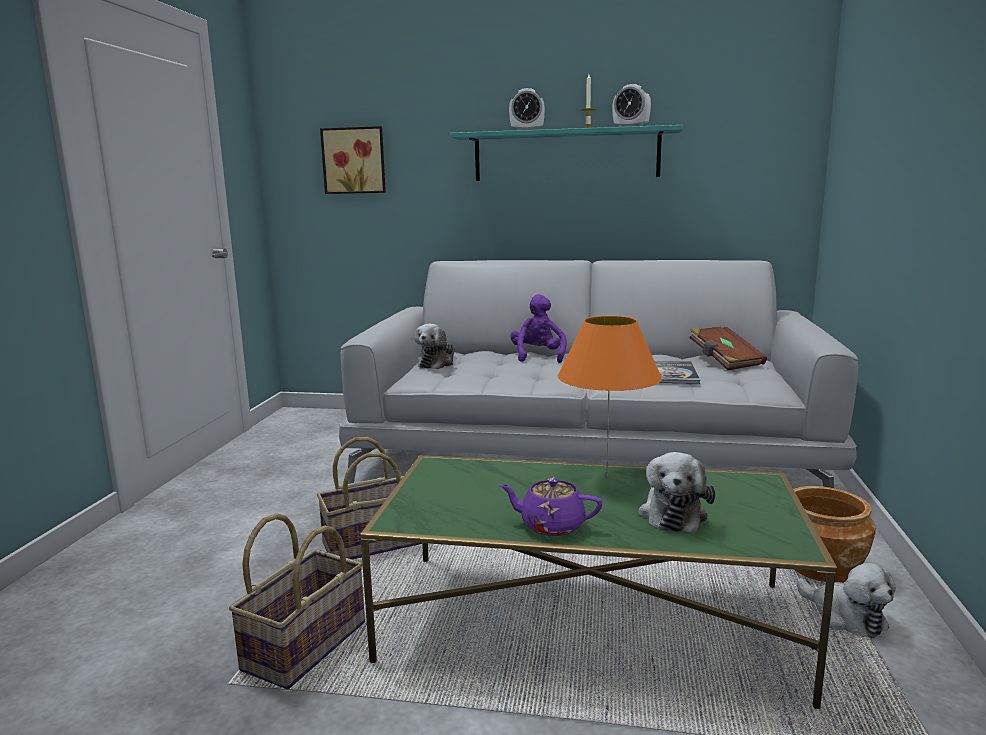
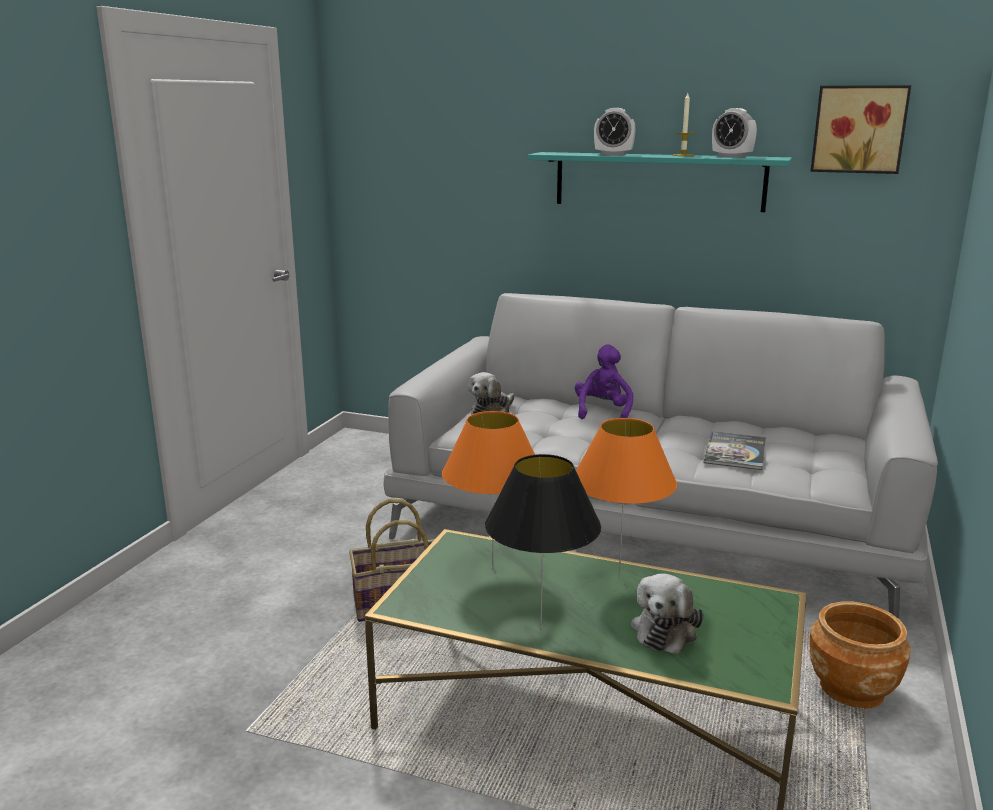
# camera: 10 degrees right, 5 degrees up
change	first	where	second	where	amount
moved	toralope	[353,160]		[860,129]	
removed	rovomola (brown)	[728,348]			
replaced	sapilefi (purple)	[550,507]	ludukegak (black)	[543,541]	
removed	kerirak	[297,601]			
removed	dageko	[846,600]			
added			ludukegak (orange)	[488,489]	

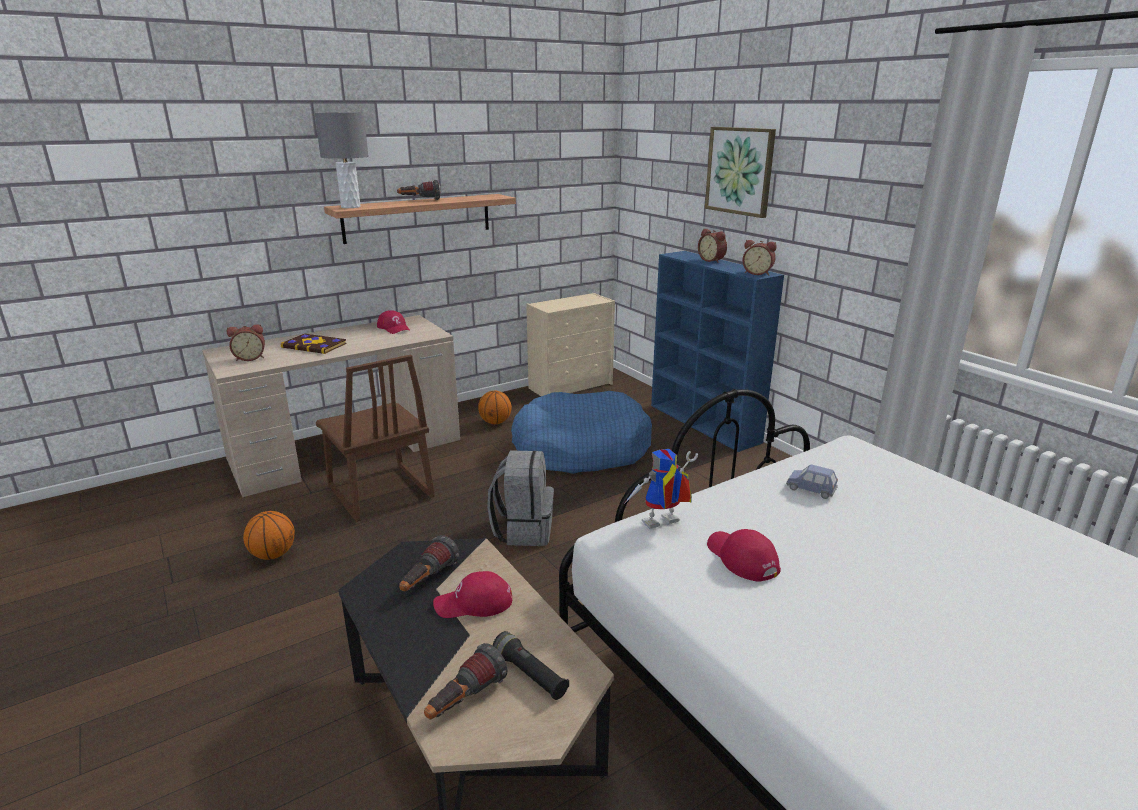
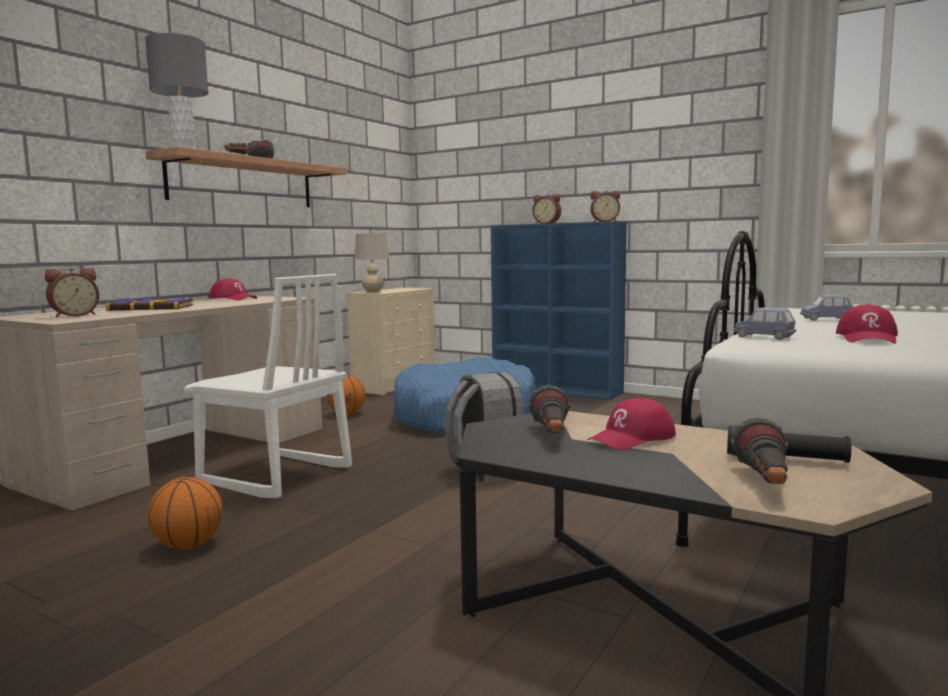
# camera: 25 degrees left, 15 degrees down
change	first	where	second	where	amount
removed	toralope	[740,172]			
recoloured	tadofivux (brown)	[375,438]	tadofivux (white)	[268,386]	
replaced	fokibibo	[660,489]	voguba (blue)	[765,323]	
turned	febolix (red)	[744,555]		[867,324]	105 degrees counterclockwise
added			ludukegak (beige)	[372,262]	

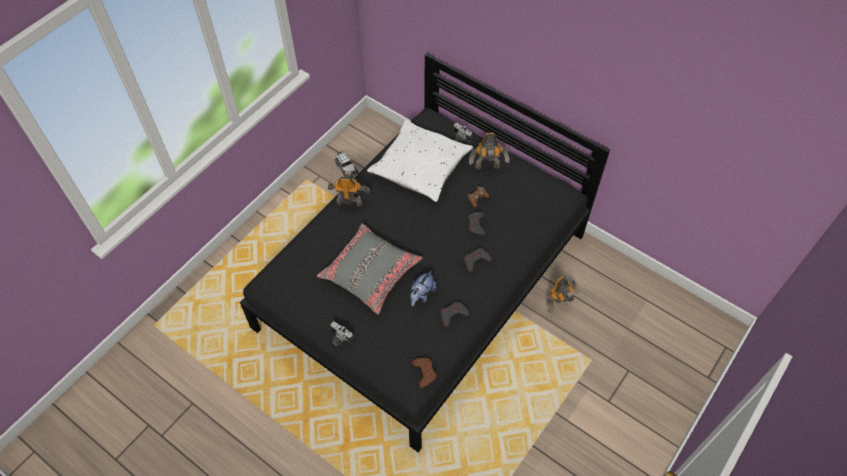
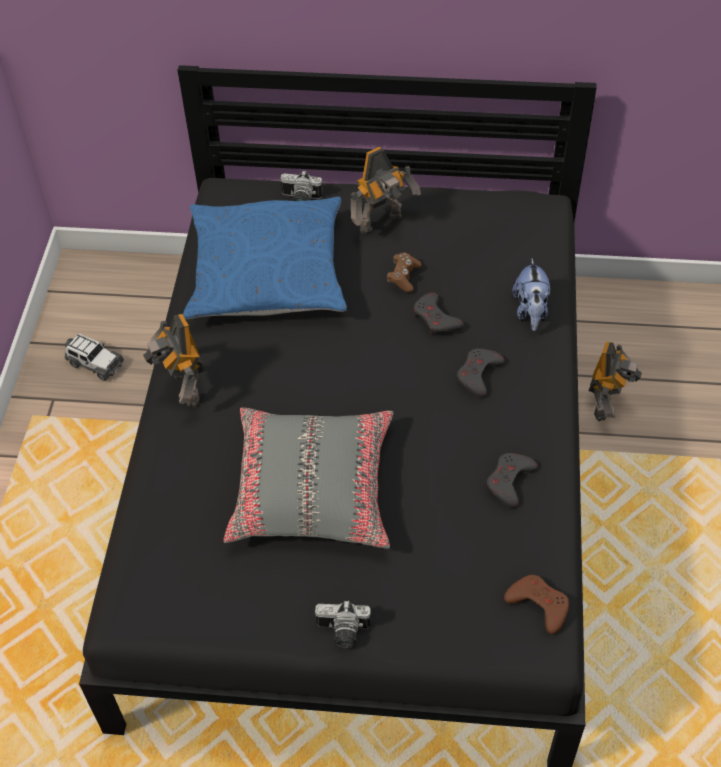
# camera: 30 degrees left, 5 degrees down
change	first	where	second	where	amount
recoloured	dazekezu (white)	[420,160]	dazekezu (blue)	[265,258]	
turned	fokibibo	[349,189]		[173,360]	90 degrees counterclockwise
moved	dageko	[423,289]		[531,295]	

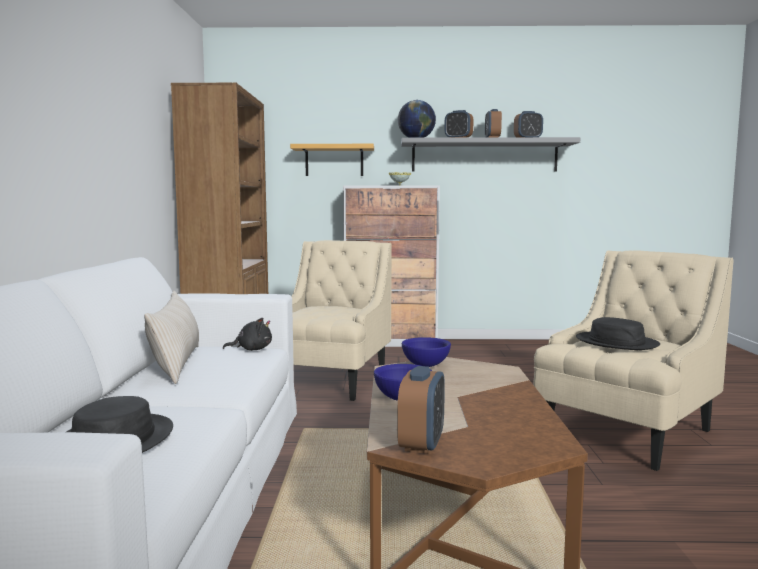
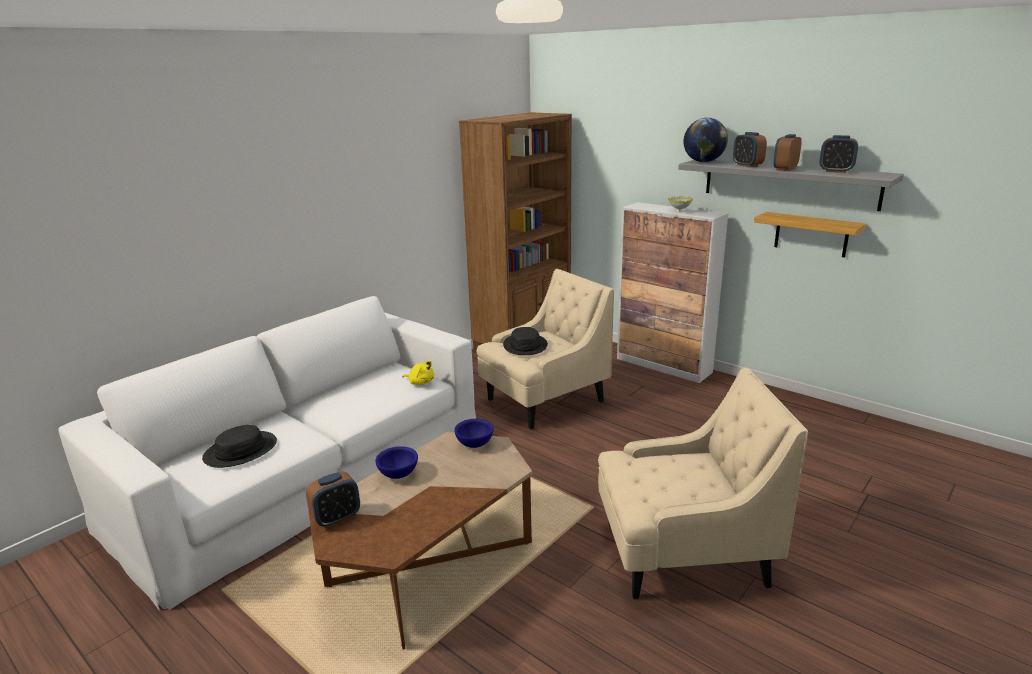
# camera: 40 degrees right, 15 degrees up
change	first	where	second	where	amount
moved	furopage	[332,160]		[810,234]	
removed	dazekezu (beige)	[171,337]			
moved	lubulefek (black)	[618,333]		[525,341]	
recoloured	dageko (black)	[247,334]	dageko (yellow)	[418,373]	

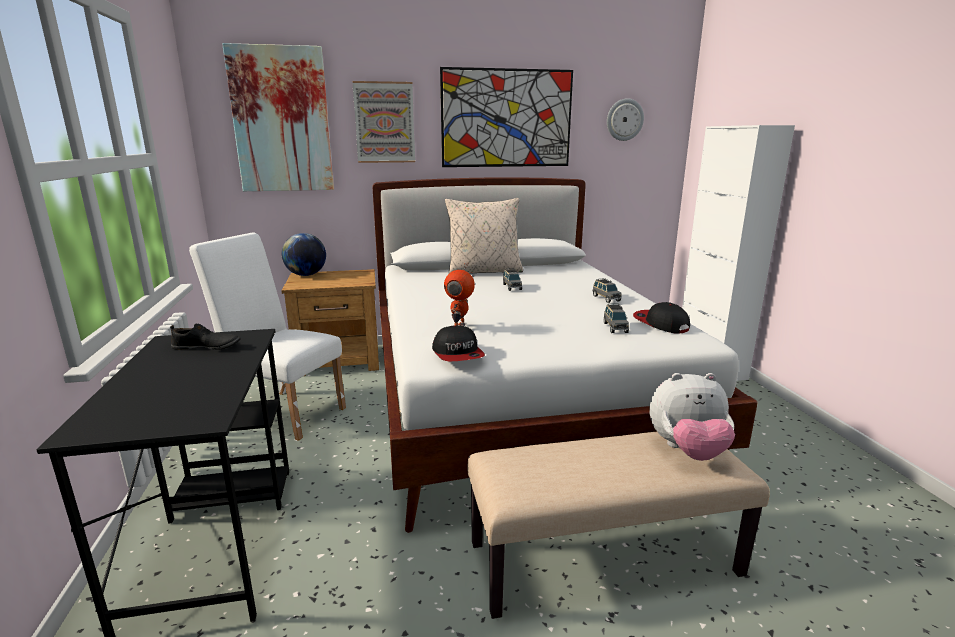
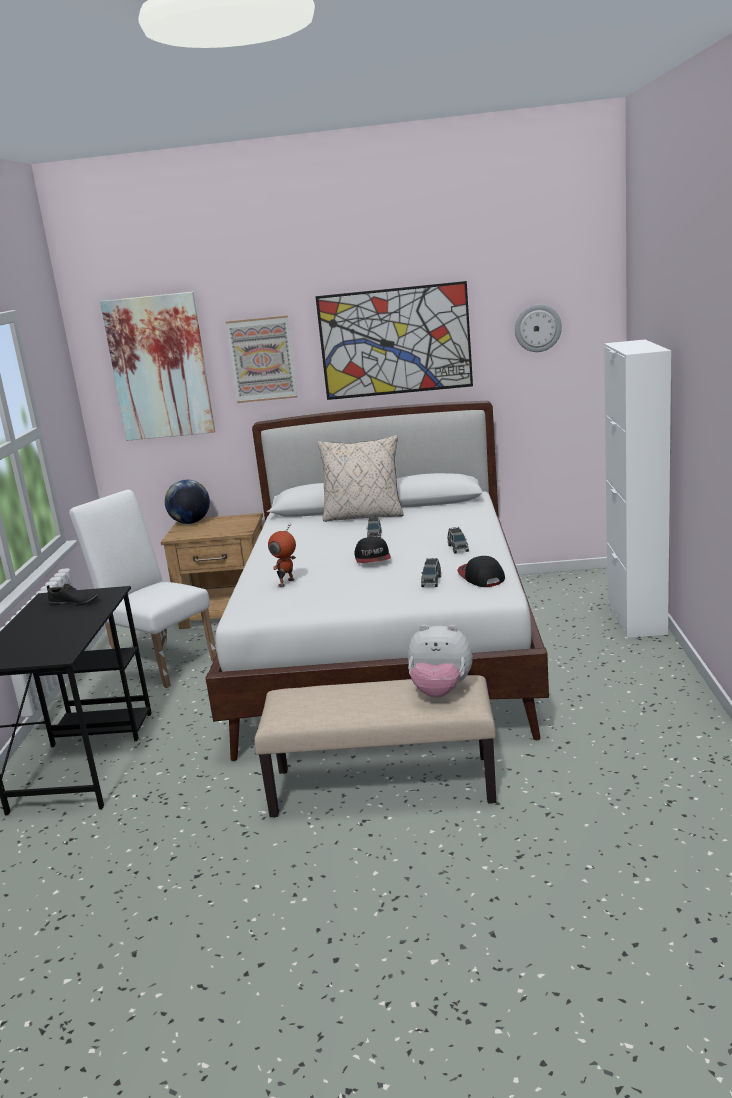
# camera: 15 degrees right, 0 degrees up
change	first	where	second	where	amount
moved	febolix	[458,343]		[372,550]	

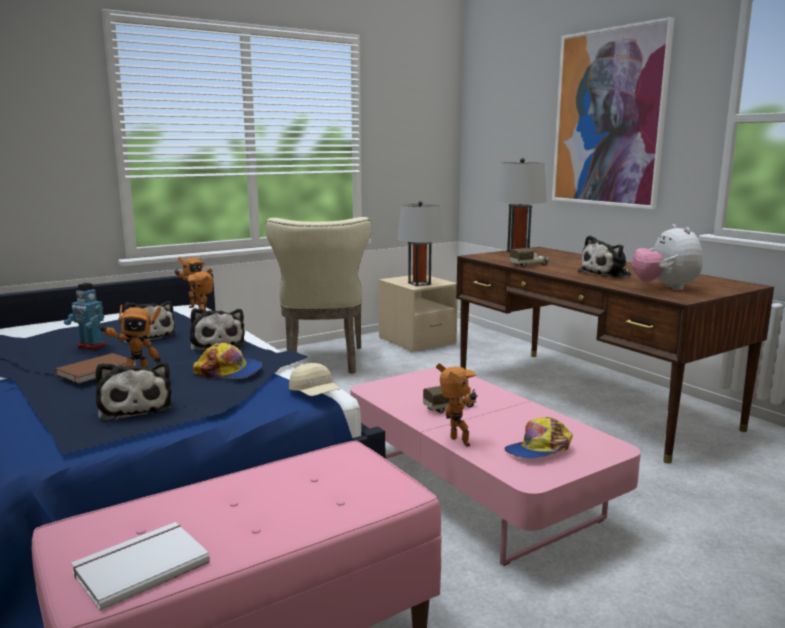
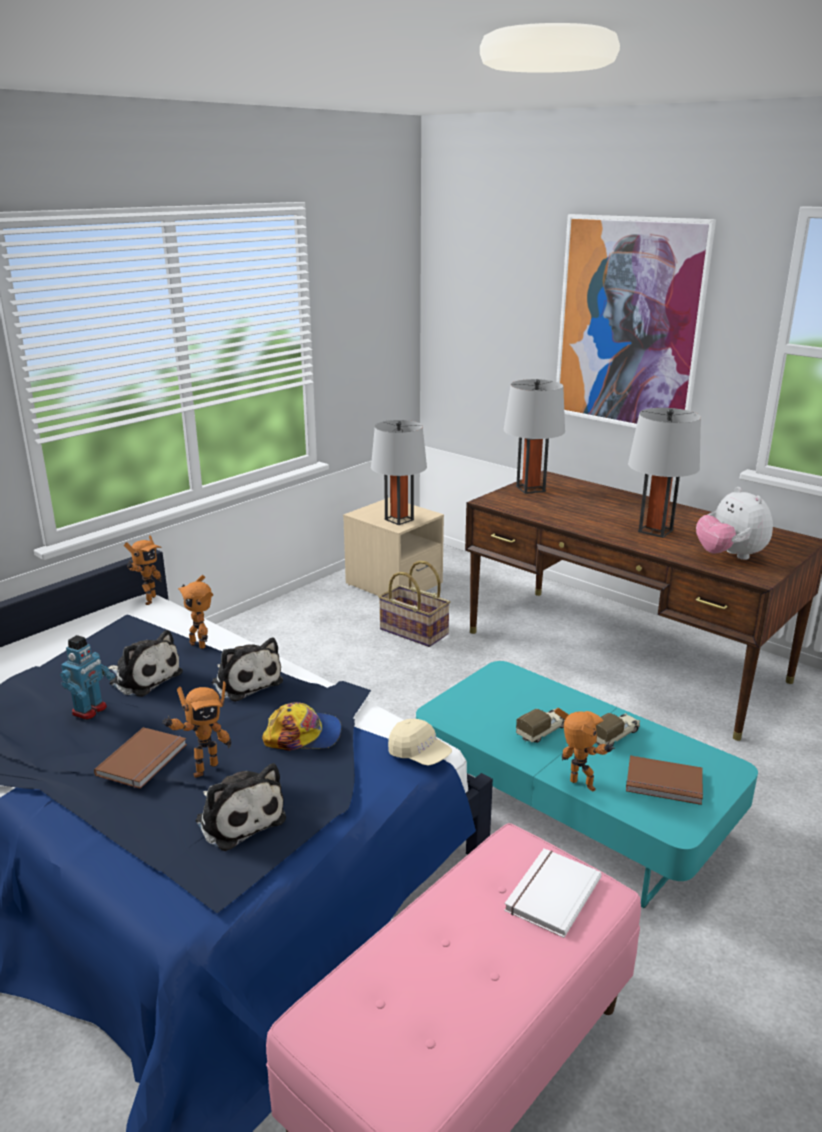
# camera: 15 degrees left, 10 degrees up
change	first	where	second	where	amount
removed	tadofivux (beige)	[318,295]			
replaced	dageko	[605,256]	ludukegak (grey)	[664,473]	
moved	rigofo	[529,257]		[618,729]	
turned	fokibibo	[84,316]		[87,677]	75 degrees counterclockwise
recoloured	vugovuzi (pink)	[495,466]	vugovuzi (turquoise)	[587,784]	
replaced	febolix	[538,438]	rovomola (brown)	[664,780]	
moved	rovomola (white)	[140,566]		[552,893]	
added			kerirak	[414,604]	

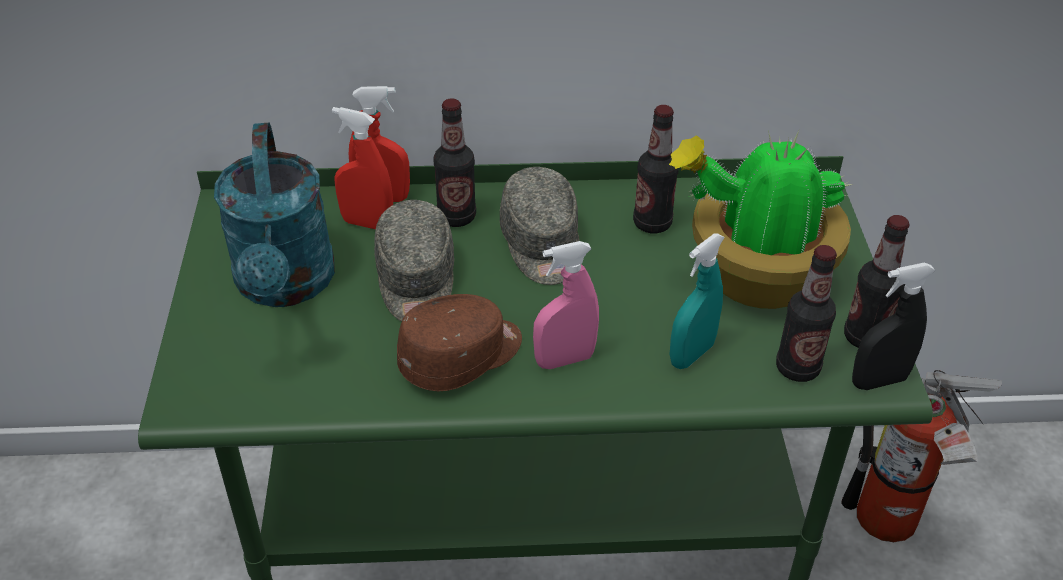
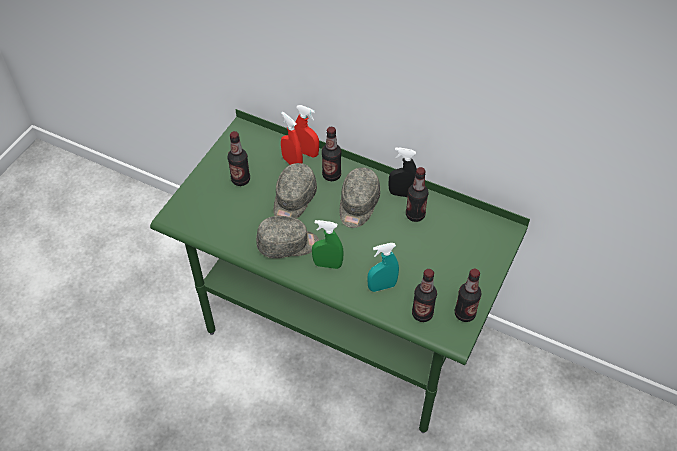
# camera: 30 degrees right, 10 degrees up
change	first	where	second	where	amount
replaced	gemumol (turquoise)	[274,215]	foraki	[238,158]	
removed	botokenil	[761,218]			
recoloured	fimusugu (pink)	[566,305]	fimusugu (green)	[328,244]	
moved	fimusugu (black)	[894,326]		[402,172]	
recoloured	febolix (brown)	[459,342]	febolix (grey)	[287,237]	
removed	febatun	[921,456]			

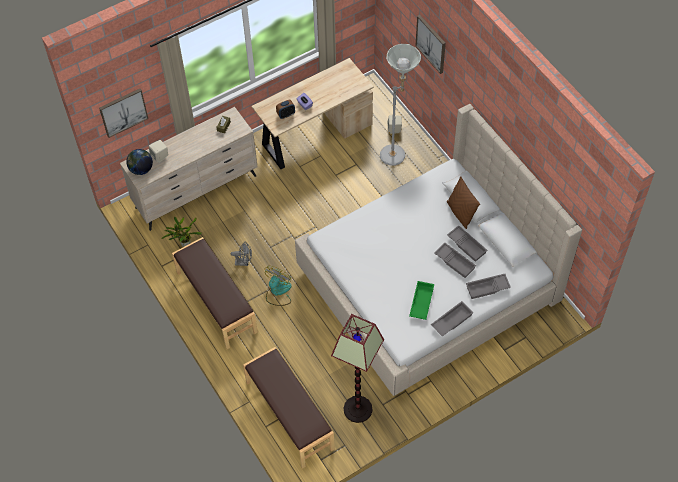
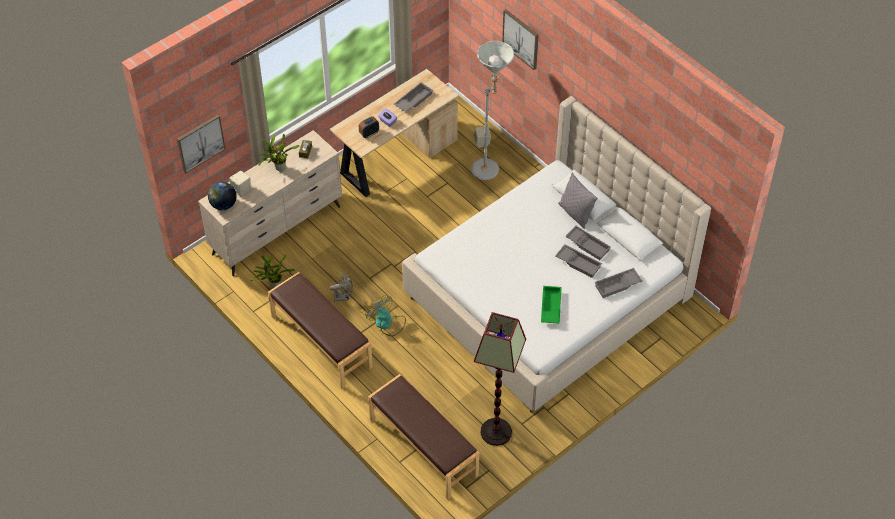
# camera: 10 degrees left, 5 degrees down
change	first	where	second	where	amount
recoloured	dazekezu (brown)	[463,202]	dazekezu (grey)	[578,201]	
turned	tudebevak	[278,286]		[385,315]	60 degrees counterclockwise
moved	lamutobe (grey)	[452,318]		[413,97]	
added			botokenil	[279,152]	

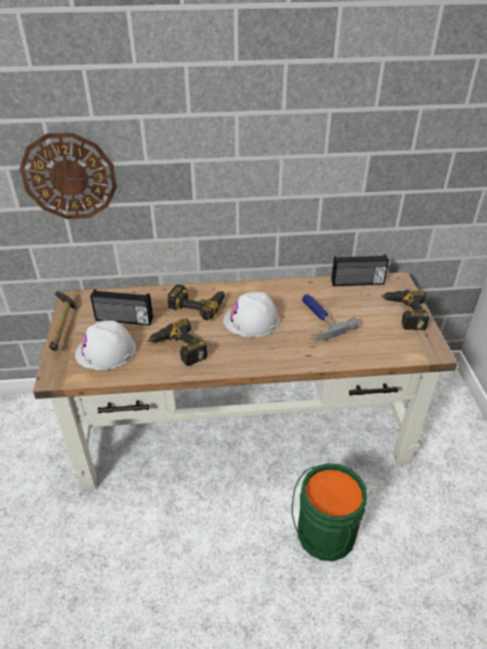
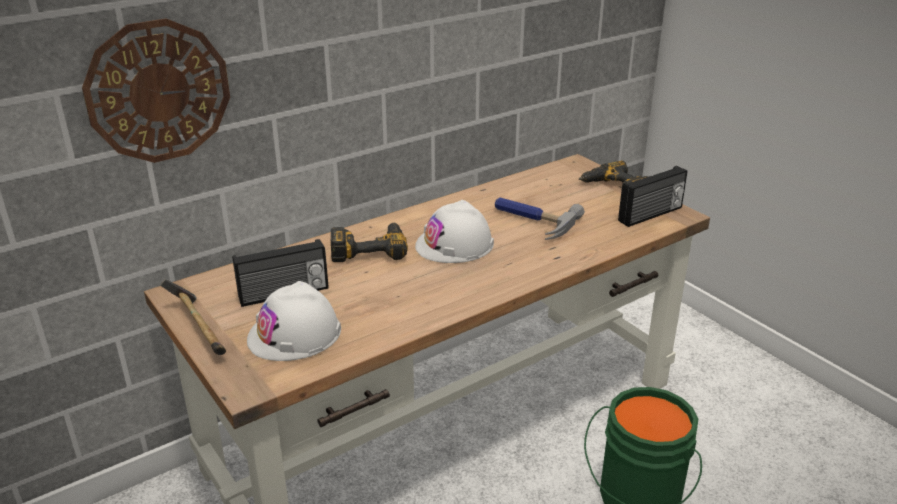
# camera: 30 degrees left, 10 degrees down
change	first	where	second	where	amount
moved	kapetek	[360,270]		[653,196]	
removed	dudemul	[177,342]			

